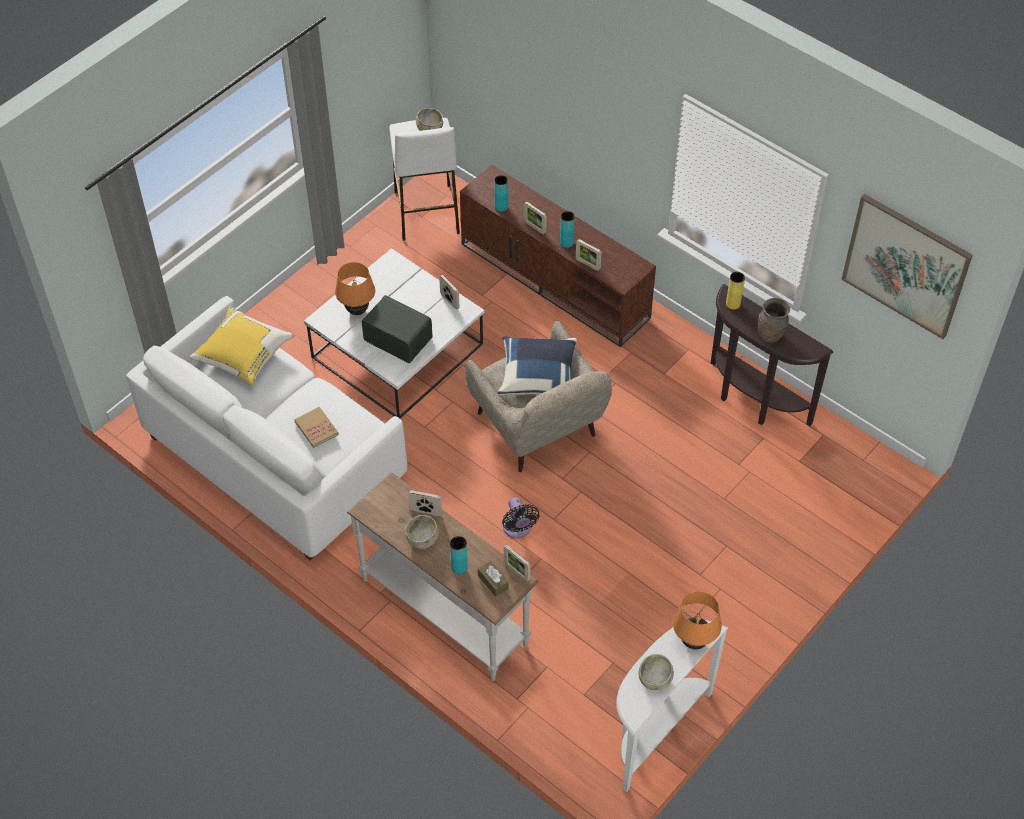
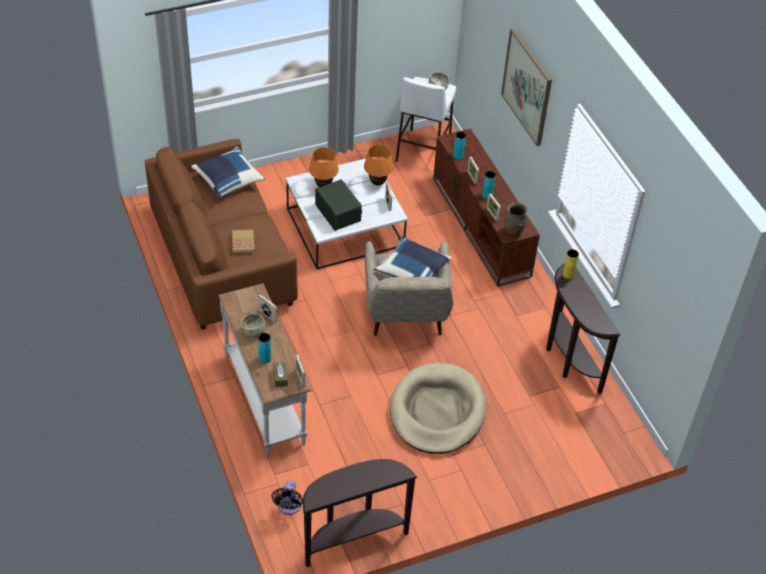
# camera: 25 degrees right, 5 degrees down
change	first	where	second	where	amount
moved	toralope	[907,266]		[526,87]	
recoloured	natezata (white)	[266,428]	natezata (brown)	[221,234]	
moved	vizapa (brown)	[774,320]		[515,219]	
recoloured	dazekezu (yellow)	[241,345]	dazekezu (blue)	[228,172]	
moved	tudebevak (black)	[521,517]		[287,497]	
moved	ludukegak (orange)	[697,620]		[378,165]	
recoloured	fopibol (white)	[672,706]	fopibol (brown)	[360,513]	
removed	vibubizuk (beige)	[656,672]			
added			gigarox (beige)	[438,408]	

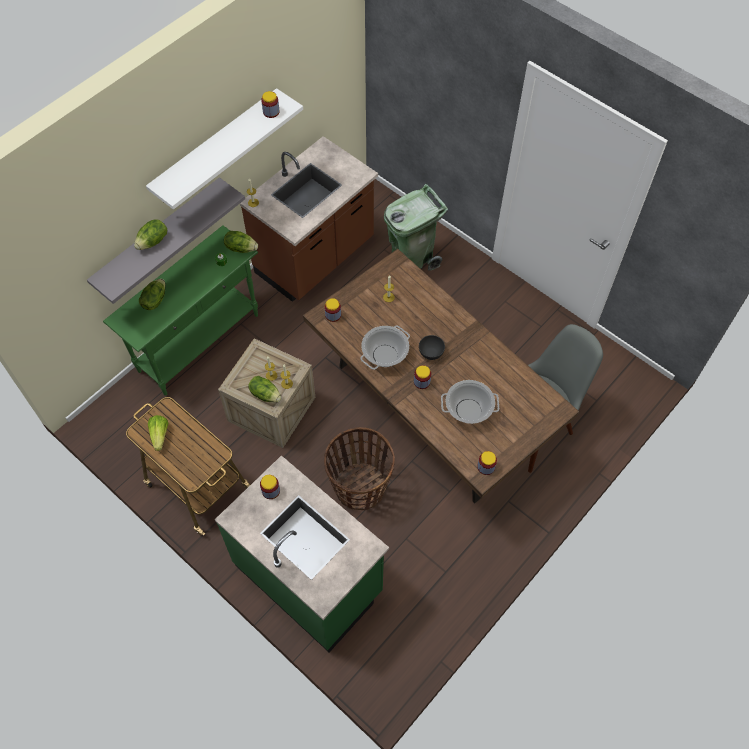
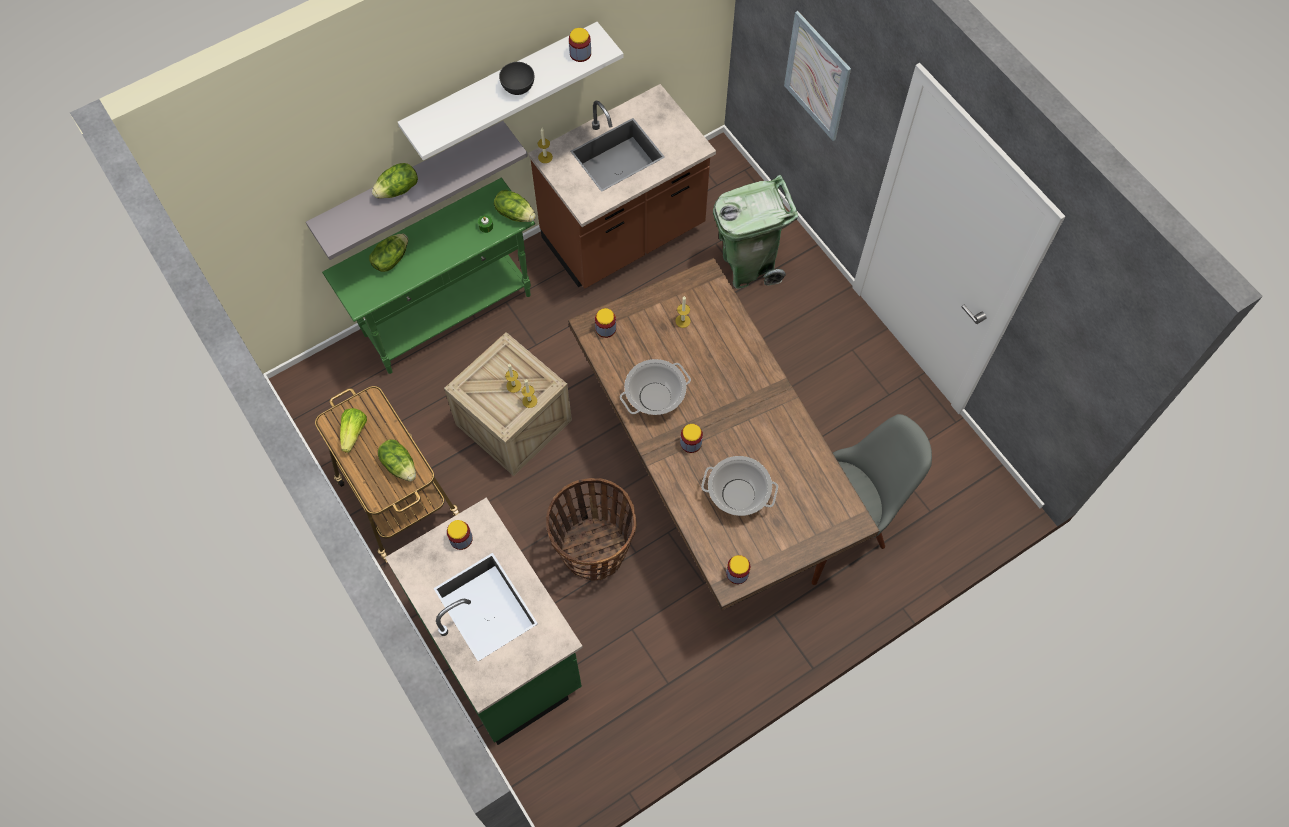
# camera: 15 degrees right, 5 degrees up
change	first	where	second	where	amount
moved	vibubizuk (grey)	[432,347]		[516,78]	
moved	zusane	[265,389]		[397,460]	
added			toralope	[817,76]	

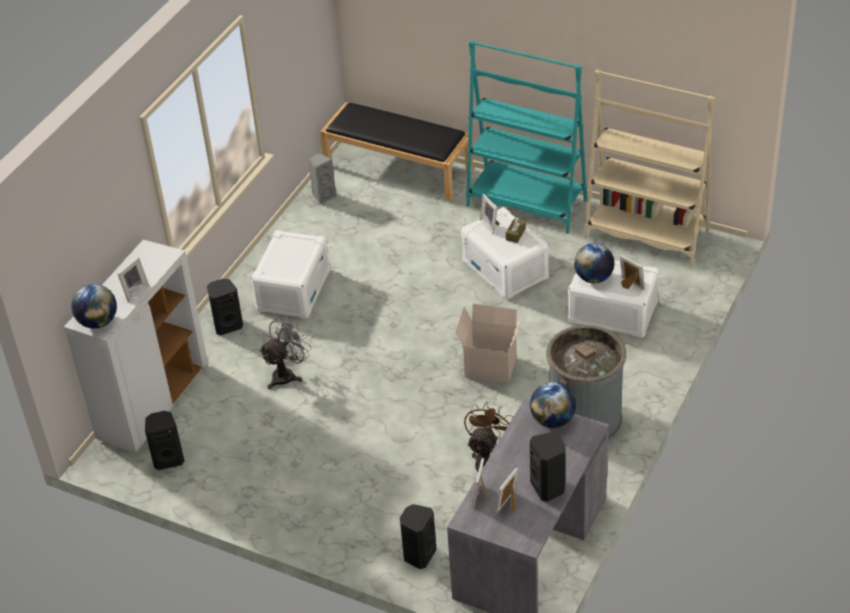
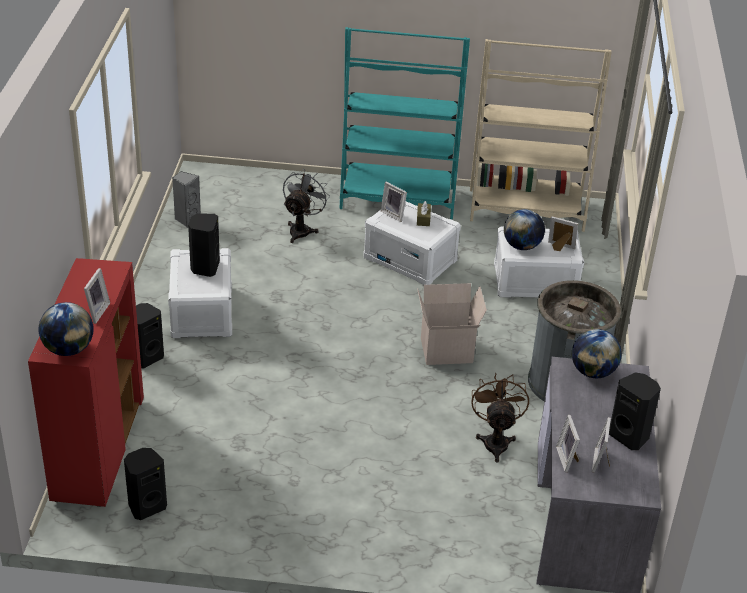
# camera: 25 degrees left, 5 degrees down
change	first	where	second	where	amount
removed	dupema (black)	[396,151]			
recoloured	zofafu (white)	[136,346]	zofafu (red)	[86,382]	
moved	tudebevak (grey)	[285,352]		[306,206]	
moved	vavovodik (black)	[418,536]		[204,245]	

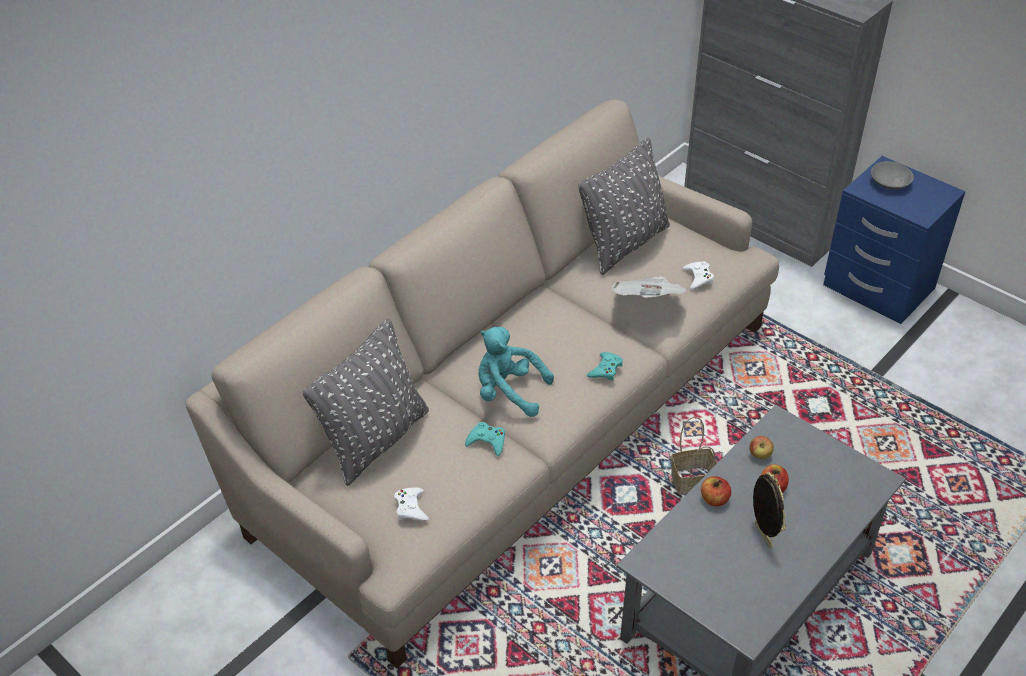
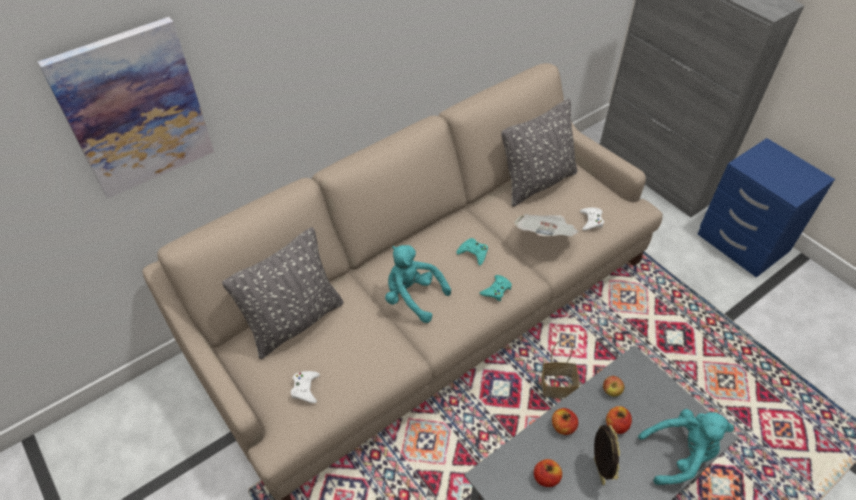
# camera: 10 degrees right, 5 degrees up
change	first	where	second	where	amount
removed	vibubizuk (grey)	[892,175]			
moved	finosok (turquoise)	[485,439]		[472,252]	
added			toralope	[126,108]	
added			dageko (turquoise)	[686,447]	
added			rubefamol	[548,473]	

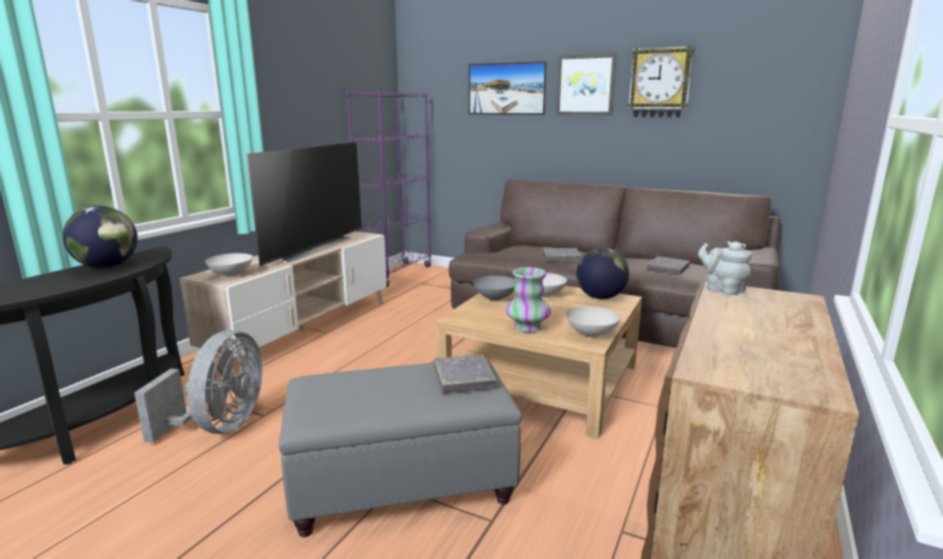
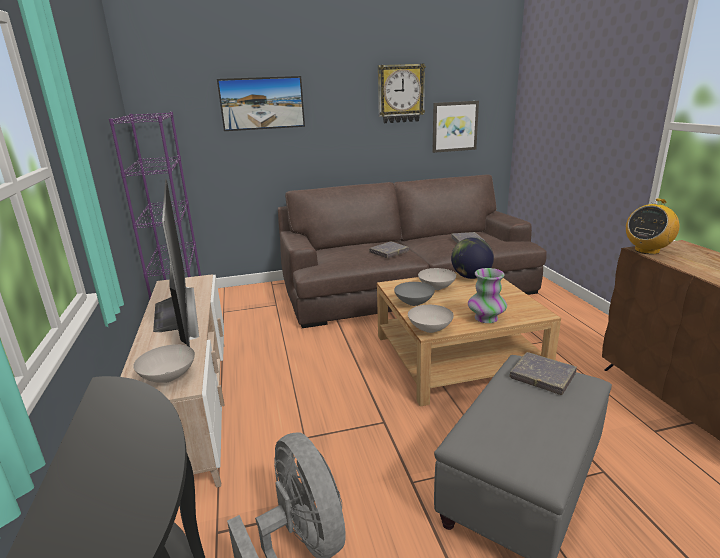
# camera: 40 degrees left, 5 degrees up
change	first	where	second	where	amount
moved	toralope	[586,84]		[456,127]	
removed	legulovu	[100,237]			
replaced	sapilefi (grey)	[725,268]	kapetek	[653,226]	
moved	vibubizuk (white)	[593,321]		[431,319]	

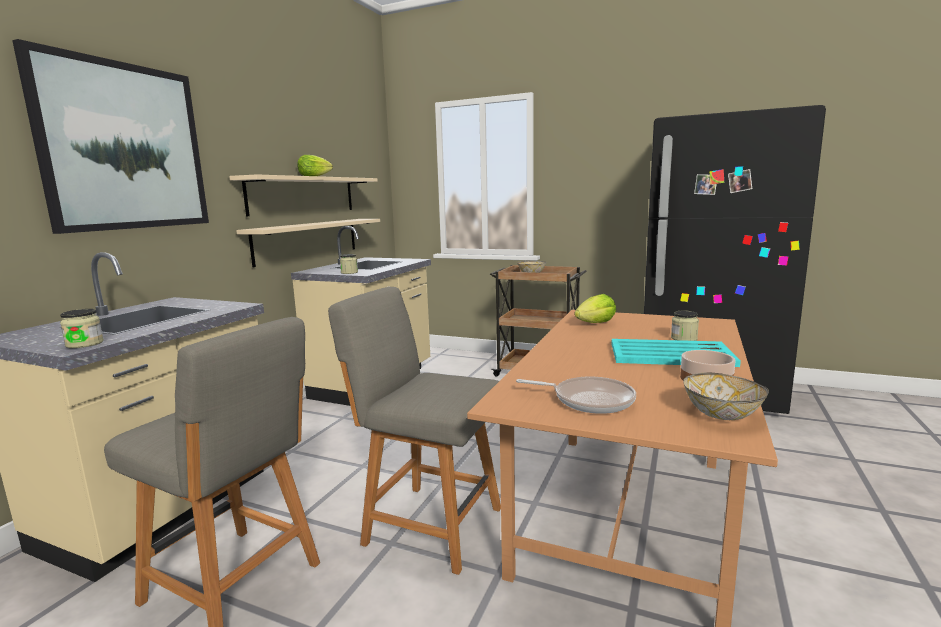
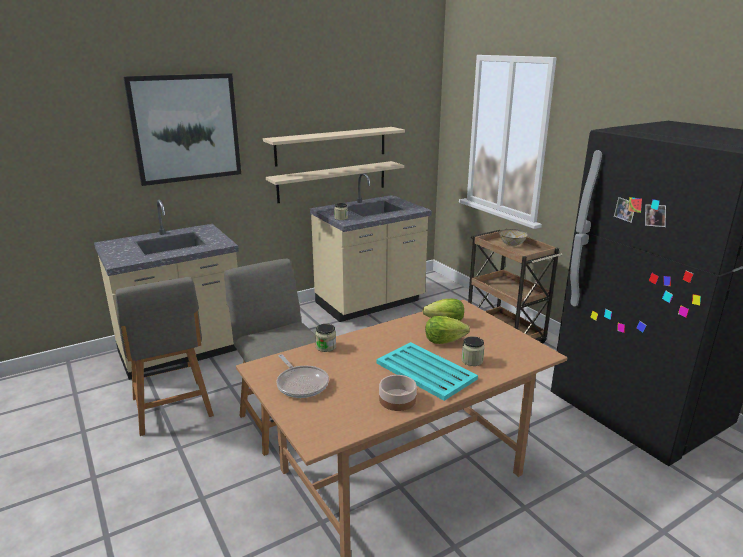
# camera: 35 degrees right, 10 degrees up
change	first	where	second	where	amount
moved	zusane	[315,165]		[447,330]	
moved	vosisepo	[82,328]		[325,338]	
removed	vibubizuk	[726,396]			

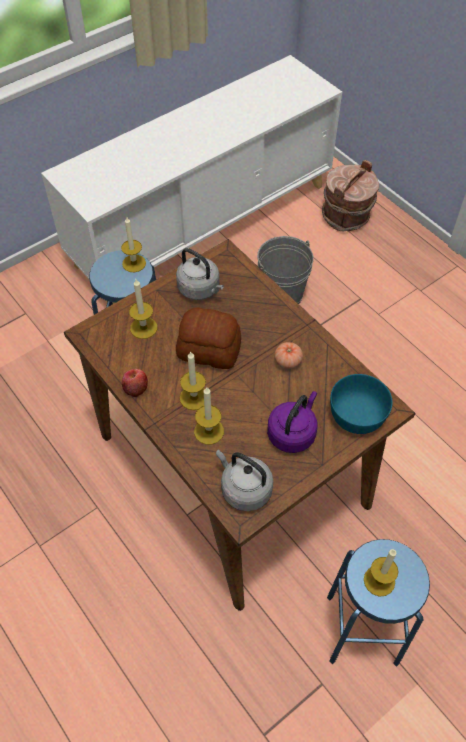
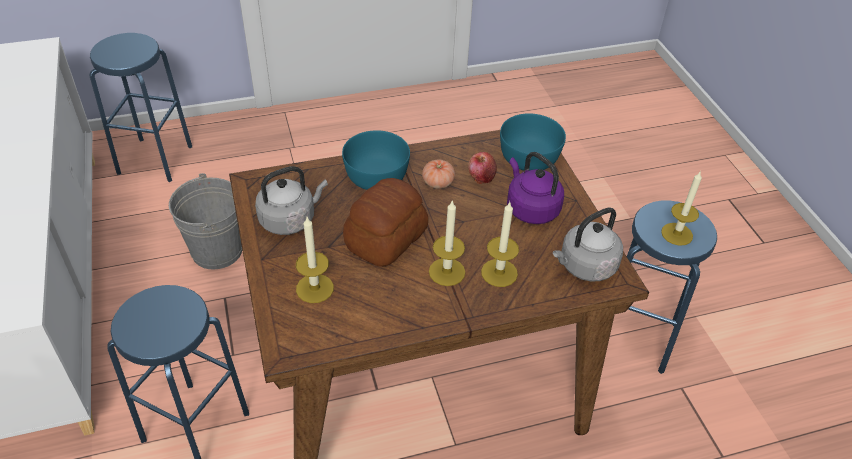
# camera: 70 degrees left, 10 degrees down
change	first	where	second	where	amount
replaced	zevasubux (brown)	[350,195]	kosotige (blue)	[140,107]	
removed	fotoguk	[133,244]			
moved	rubefamol	[135,383]		[482,168]	
added			vibubizuk (turquoise)	[376,160]	

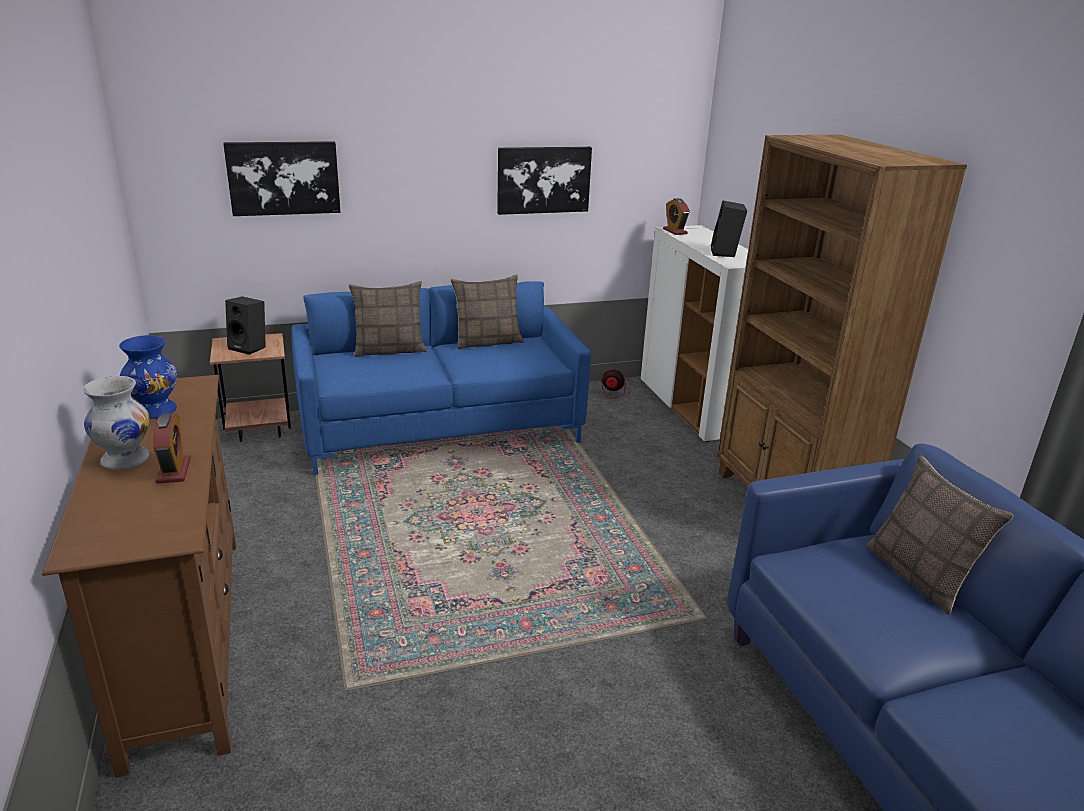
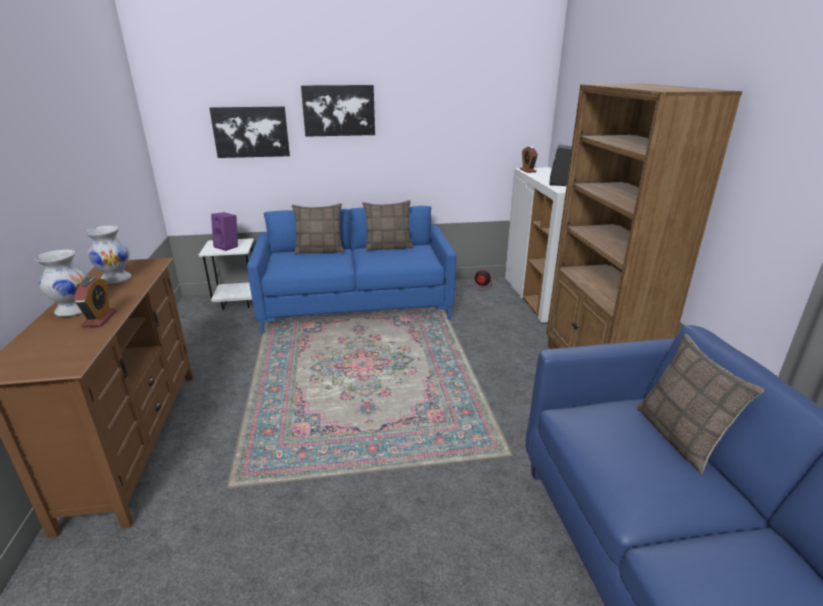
# camera: 10 degrees right, 0 degrees up
change	first	where	second	where	amount
moved	toralope	[544,181]		[338,111]	
recoloured	vavovodik (black)	[245,326]	vavovodik (purple)	[224,231]	
recoloured	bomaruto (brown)	[250,387]	bomaruto (white)	[226,274]	
recoloured	vizapa (blue)	[148,377]	vizapa (white)	[108,255]	

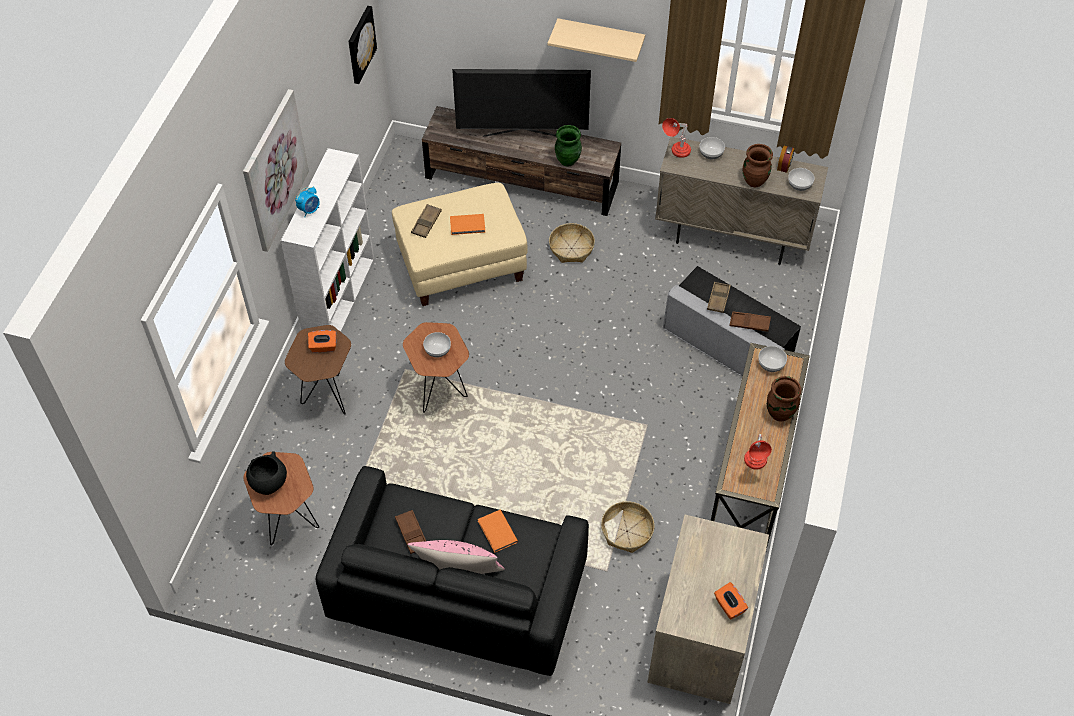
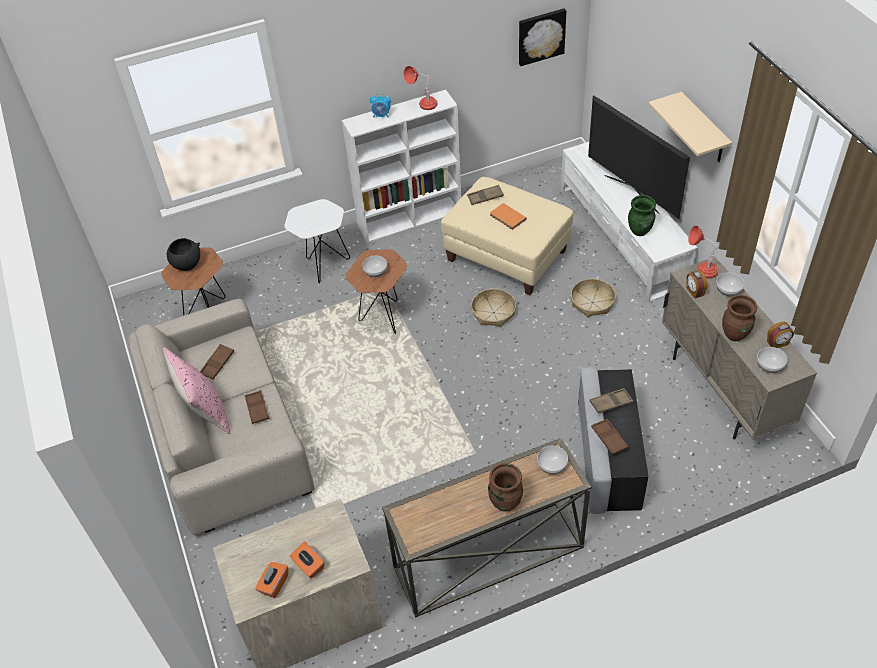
# camera: 55 degrees right, 5 degrees down
change	first	where	second	where	amount
removed	toralope	[276,170]			
recoloured	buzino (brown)	[521,161]	buzino (white)	[629,222]	
recoloured	bomaruto (brown)	[318,369]	bomaruto (white)	[317,241]	
moved	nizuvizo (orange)	[322,341]		[307,560]	
moved	ludukegak (red)	[758,452]		[420,88]	
recoloured	natezata (black)	[452,571]	natezata (beige)	[221,417]	
moved	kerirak	[628,527]		[493,307]	
replaced	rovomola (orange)	[498,531]	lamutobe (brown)	[257,407]	
added			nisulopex	[697,284]	

